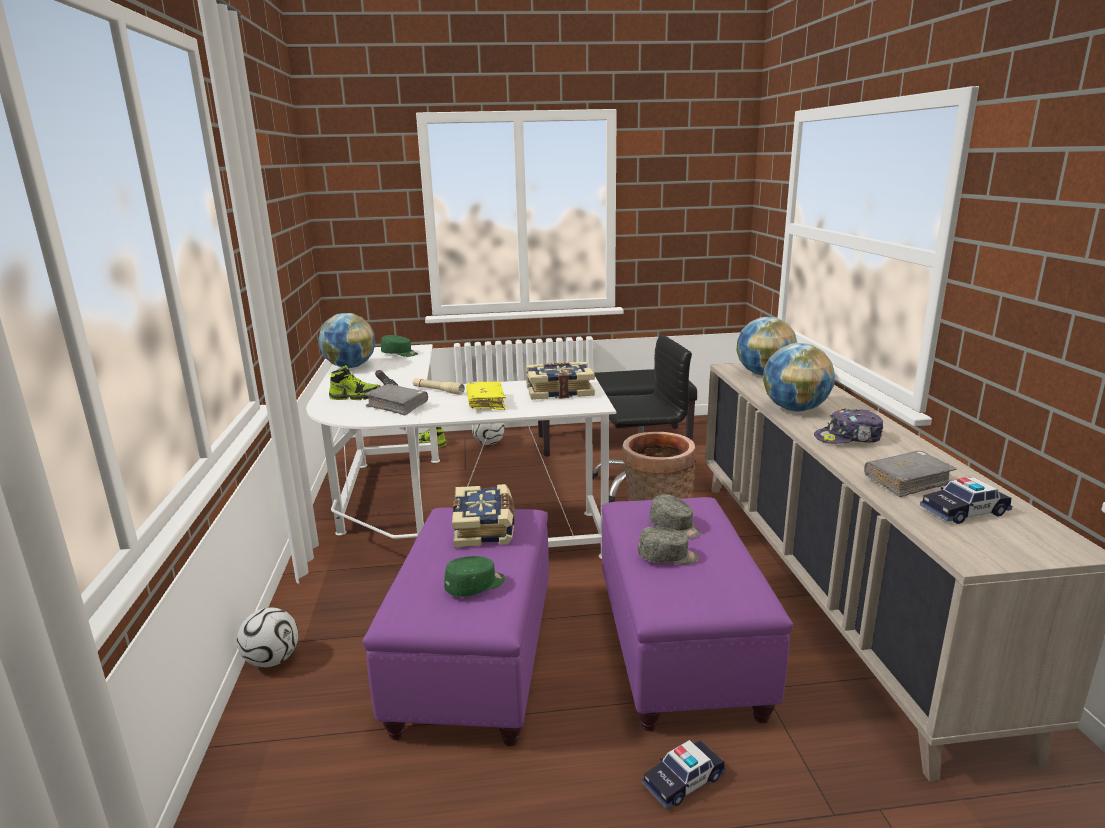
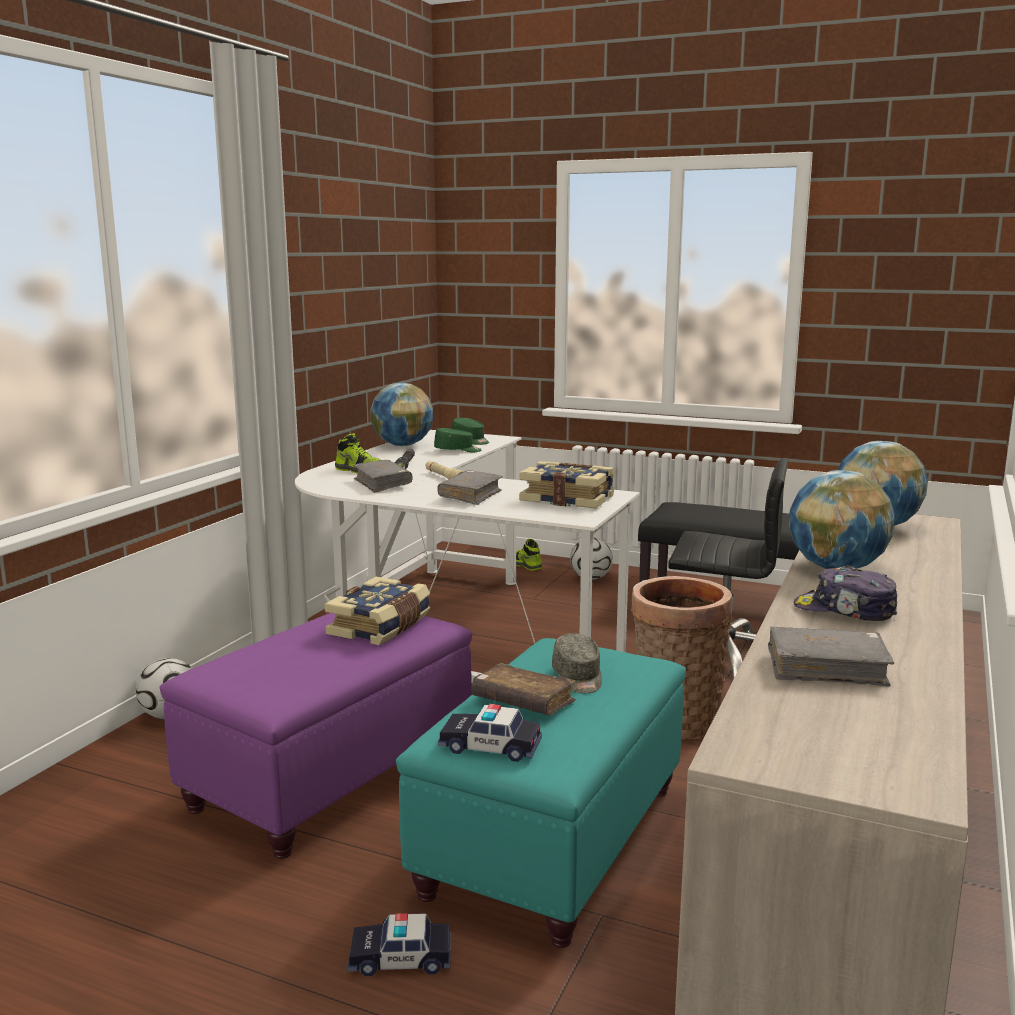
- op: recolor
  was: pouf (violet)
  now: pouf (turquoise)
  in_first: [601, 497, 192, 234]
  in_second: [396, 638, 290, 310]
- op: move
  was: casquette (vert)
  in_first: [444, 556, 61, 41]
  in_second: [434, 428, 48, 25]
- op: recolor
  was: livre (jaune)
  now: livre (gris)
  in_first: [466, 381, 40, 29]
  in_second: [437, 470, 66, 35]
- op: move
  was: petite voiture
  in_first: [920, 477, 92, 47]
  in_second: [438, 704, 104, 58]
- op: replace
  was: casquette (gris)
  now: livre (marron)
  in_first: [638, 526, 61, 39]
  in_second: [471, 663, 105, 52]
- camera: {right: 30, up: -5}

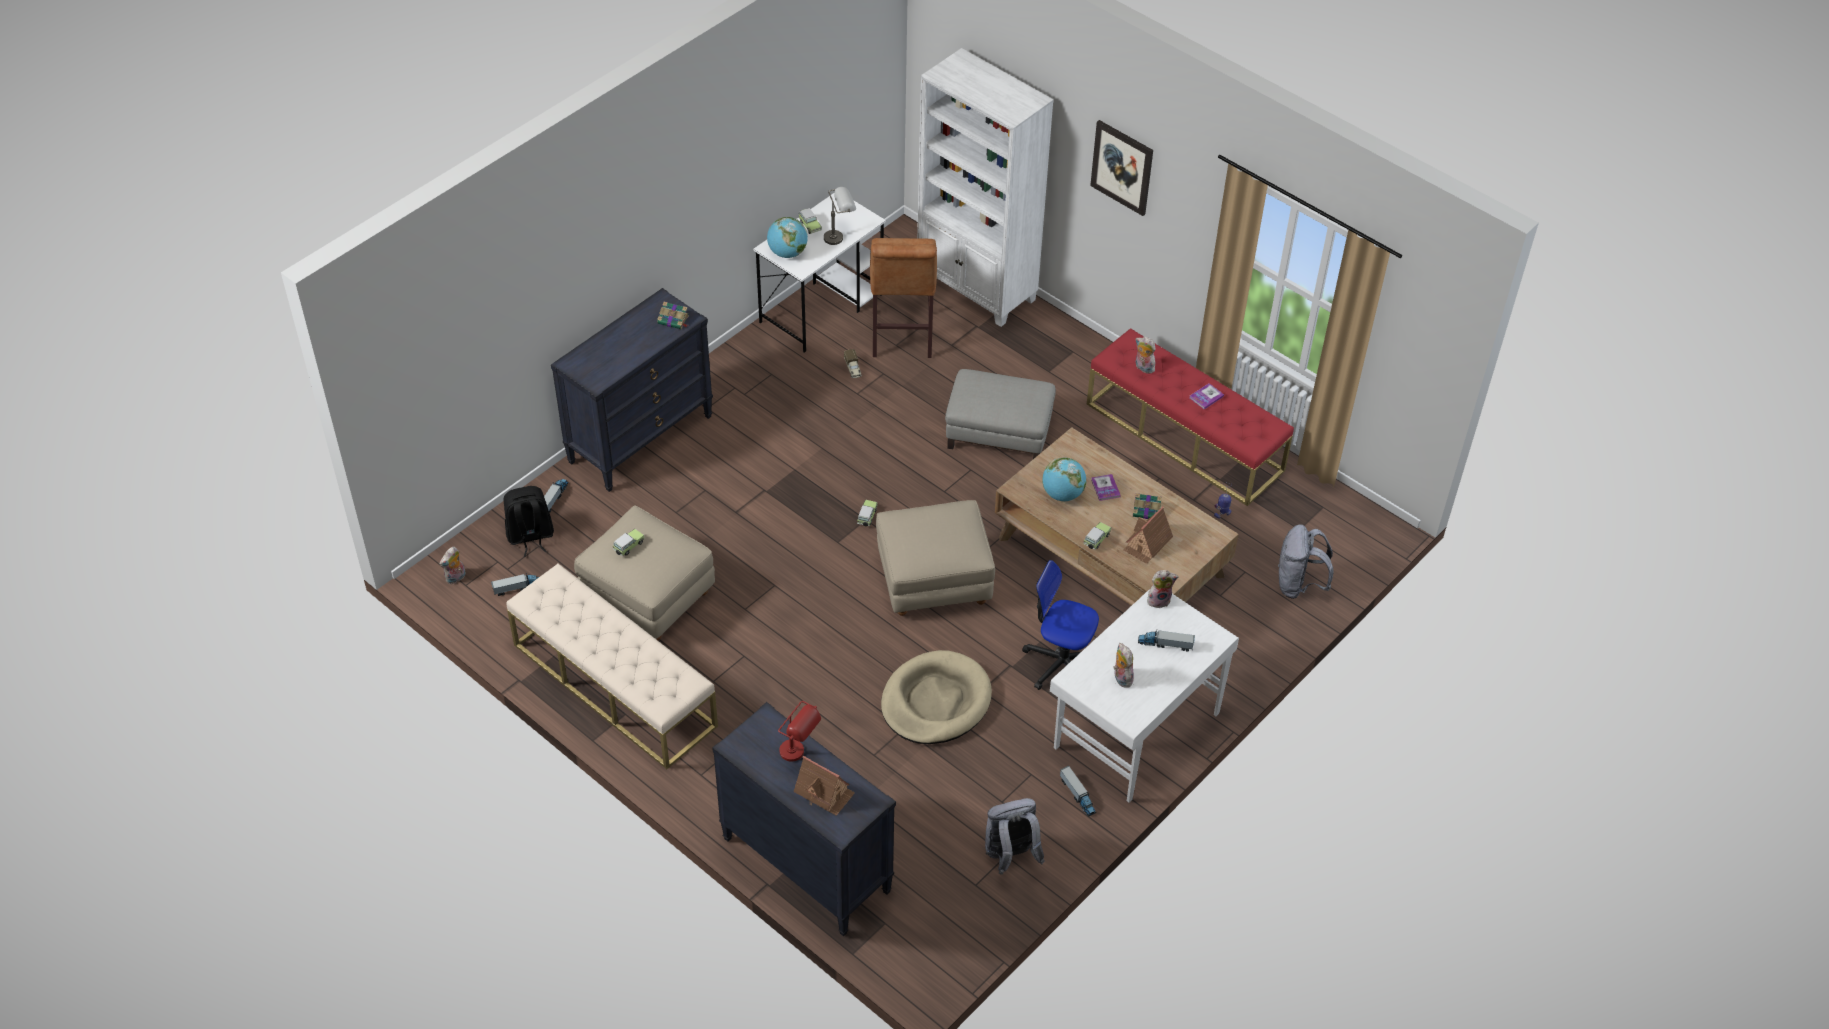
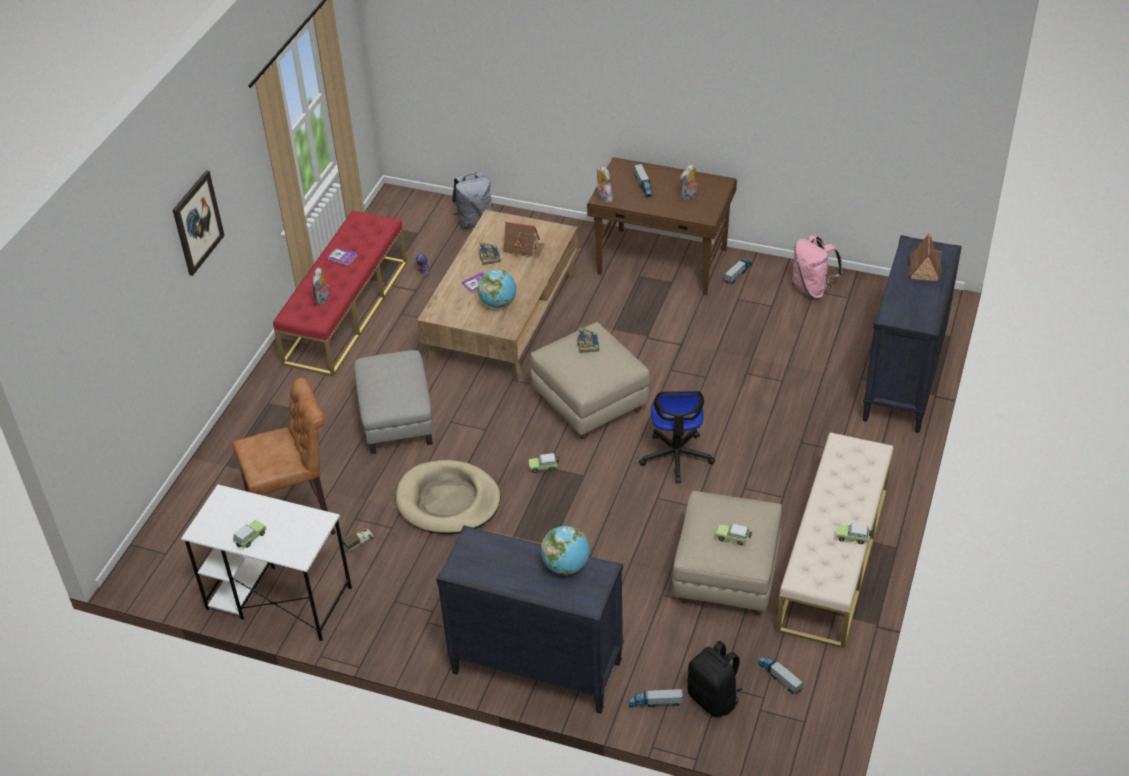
- op: move
  was: panier pour chien (beige)
  in_first: [881, 650, 111, 94]
  in_second: [396, 460, 104, 74]
- op: move
  was: globe
  in_first: [767, 217, 41, 41]
  in_second: [541, 526, 49, 49]
- op: move
  was: livre
  in_first: [657, 302, 32, 27]
  in_second: [577, 328, 22, 25]
- op: recolor
  was: bureau (blanc)
  now: bureau (marron)
  in_first: [1050, 589, 189, 214]
  in_second: [587, 157, 150, 138]
- op: move
  was: chaise de bureau
  in_first: [1022, 560, 77, 130]
  in_second: [639, 391, 76, 92]
- op: recolor
  was: sac à dos (gris)
  now: sac à dos (rose)
  in_first: [985, 798, 60, 77]
  in_second: [792, 235, 51, 64]
- op: move
  was: petite voiture
  in_first: [1083, 522, 28, 28]
  in_second: [836, 523, 36, 21]
- op: delete
  was: peluche
  in_first: [439, 547, 27, 37]
- op: delete
  was: lampe de table (rouge)
  in_first: [778, 701, 43, 61]
- op: delete
  was: lampe de table (gris)
  in_first: [824, 187, 32, 58]
- op: delete
  was: bibliothèque (blanc)
  in_first: [917, 48, 137, 279]
- camera: {right: -110, up: -5}

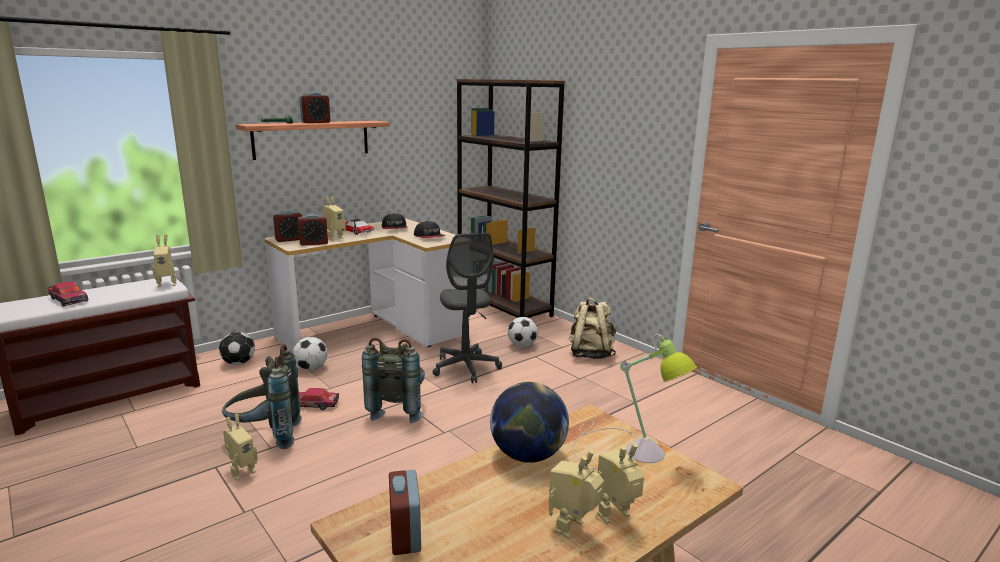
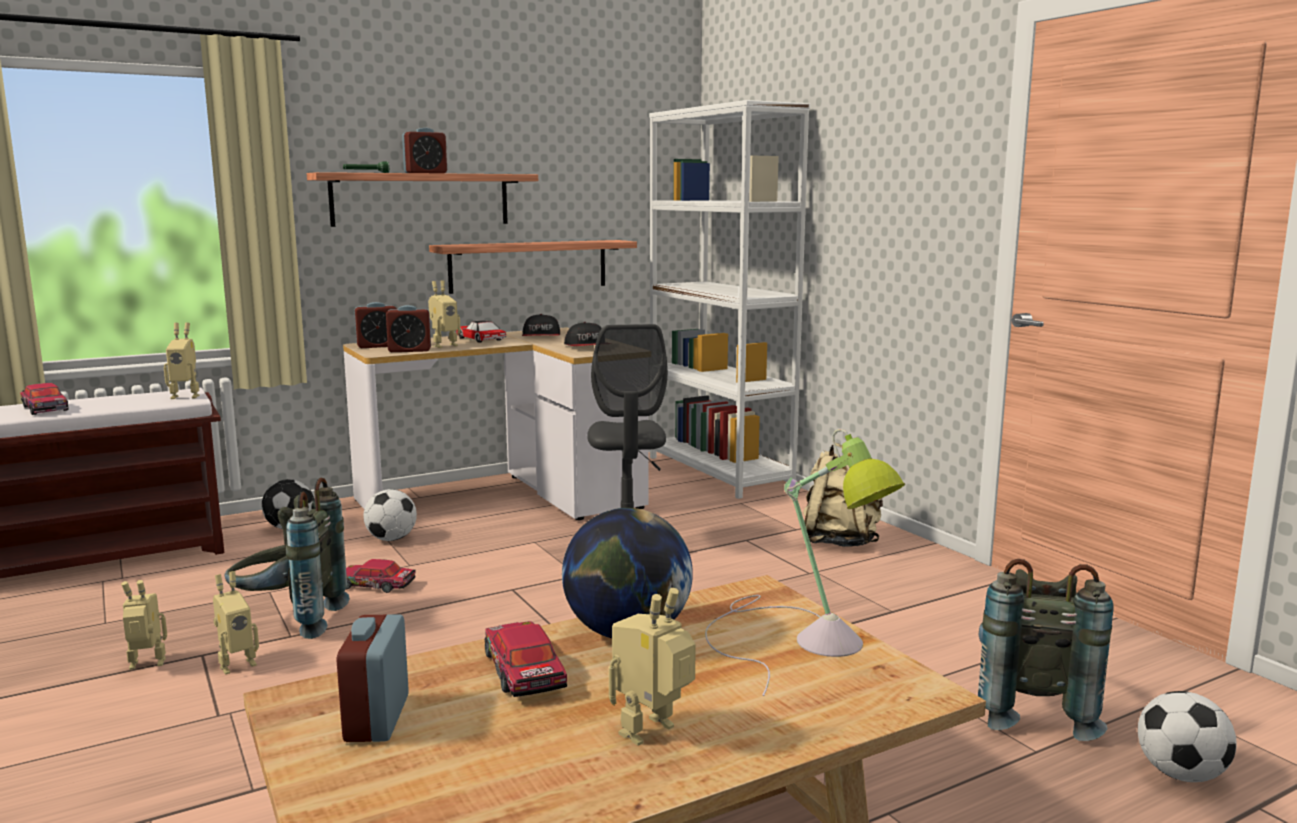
- op: move
  was: robot jouet
  in_first: [597, 443, 47, 81]
  in_second: [121, 580, 46, 90]
- op: insert
  now: étagère
  in_second: [429, 240, 208, 54]
- op: insert
  now: petite voiture
  in_second: [484, 621, 83, 76]
- op: recolor
  was: bibliothèque (marron)
  now: bibliothèque (blanc)
  in_first: [456, 79, 109, 239]
  in_second: [649, 100, 161, 399]
- op: move
  was: sac à dos (gris)
  in_first: [362, 338, 63, 85]
  in_second: [978, 559, 135, 182]
- op: move
  was: ballon de foot
  in_first: [508, 317, 30, 30]
  in_second: [1138, 691, 99, 91]
- camera: {right: 10, up: -5}

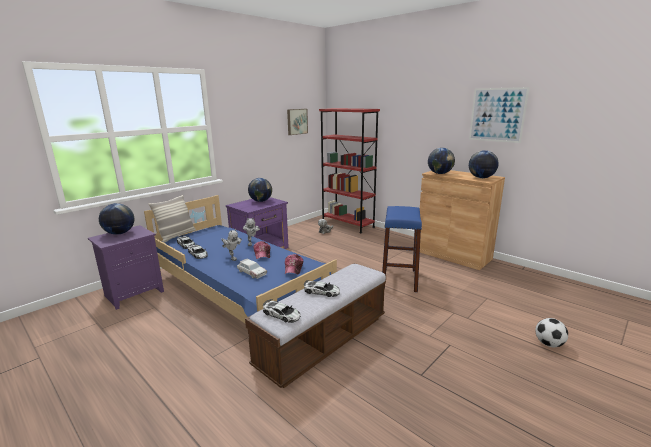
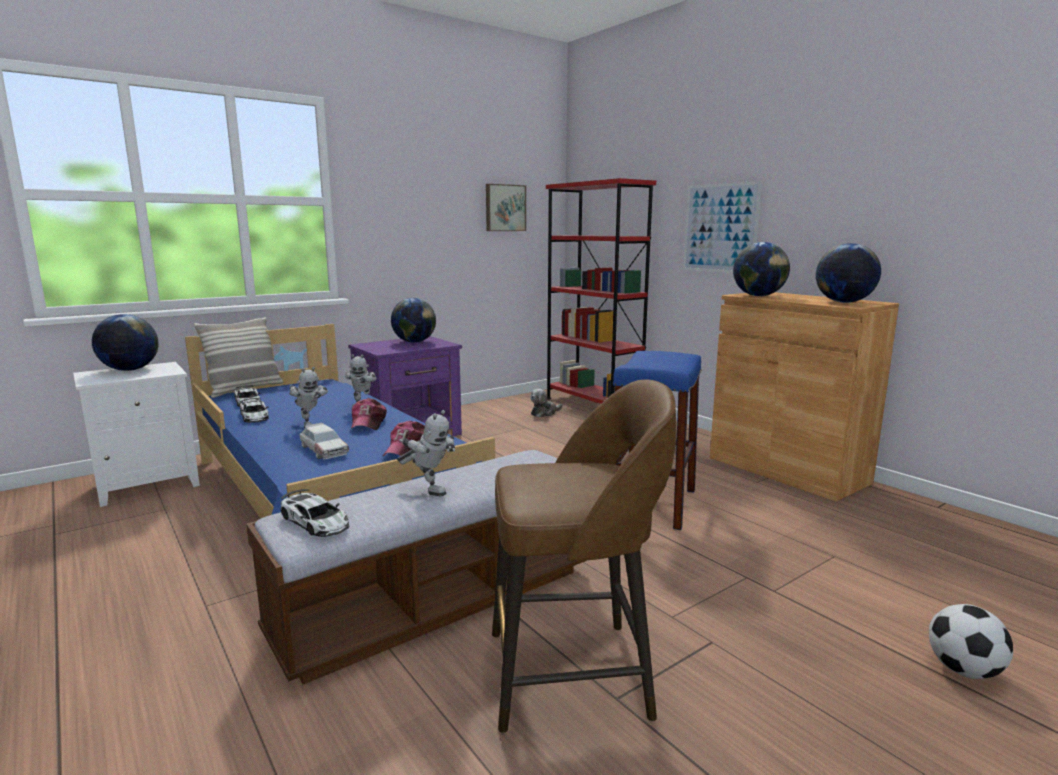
- op: recolor
  was: table de chevet (violet)
  now: table de chevet (blanc)
  in_first: [88, 225, 76, 85]
  in_second: [73, 362, 127, 145]
- op: replace
  was: petite voiture
  now: robot jouet
  in_first: [304, 280, 36, 17]
  in_second: [397, 410, 58, 86]
- op: insert
  now: tabouret (marron)
  in_second: [492, 380, 184, 353]
- op: move
  was: tableau
  in_first: [469, 87, 61, 56]
  in_second: [683, 181, 79, 92]
- camera: {right: 10, up: -5}

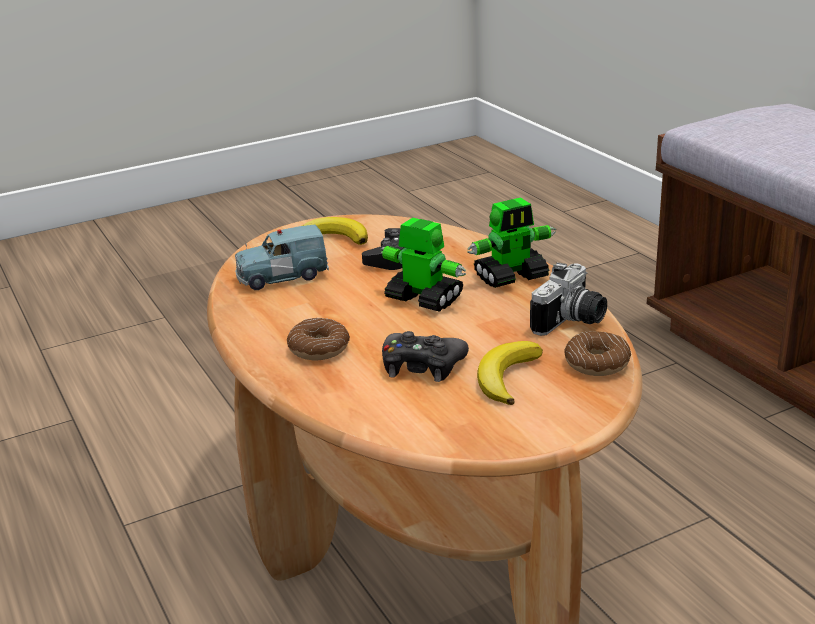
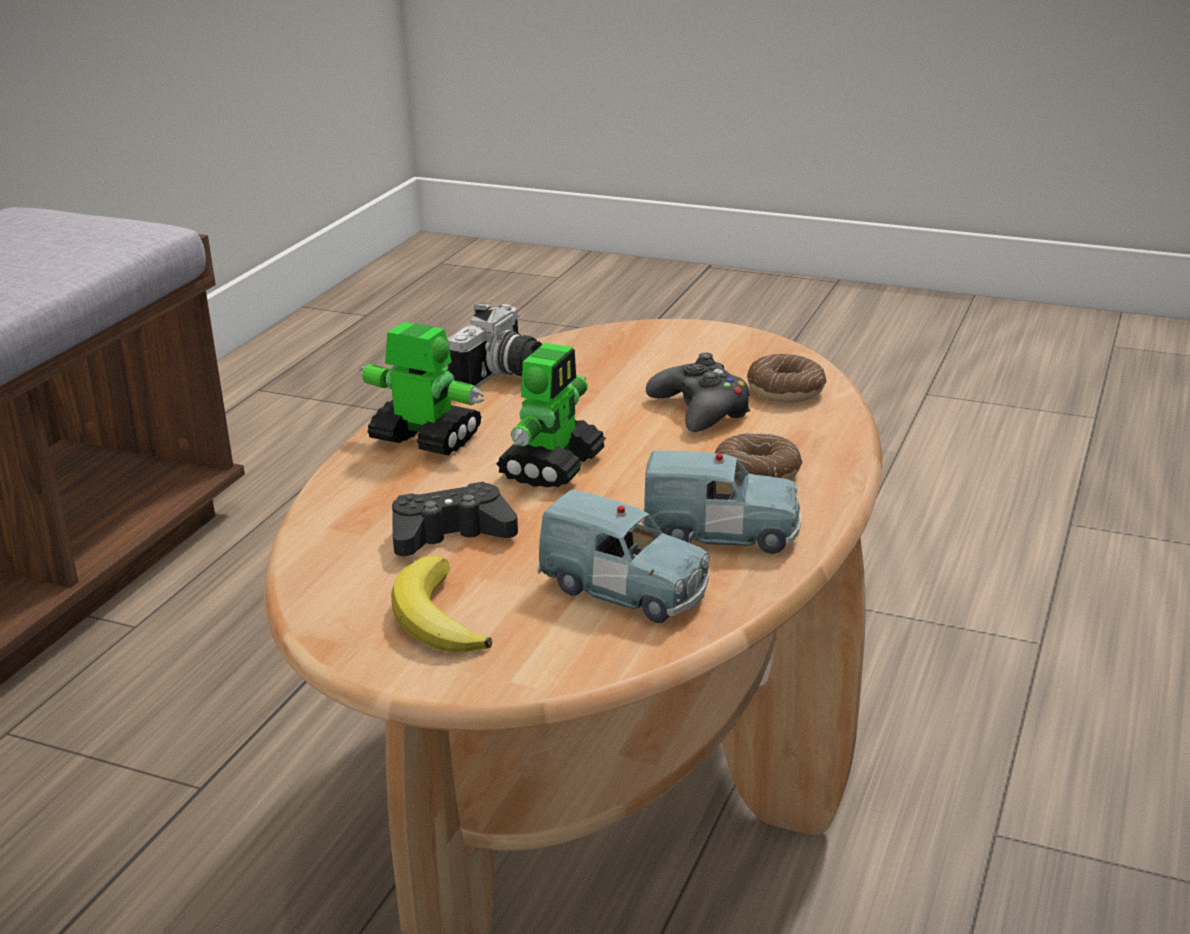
- op: rotate
  was: appareil photo
  in_first: [530, 263, 77, 73]
  in_second: [448, 302, 94, 85]
  clockwise: 120
- op: rotate
  was: robot jouet
  in_first: [380, 218, 86, 94]
  in_second: [496, 343, 110, 144]
  clockwise: -150
- op: insert
  now: petite voiture (bleu)
  in_second: [642, 450, 159, 104]
- op: move
  was: beignet
  in_first: [564, 331, 67, 45]
  in_second: [747, 354, 79, 49]
- op: delete
  was: banane
  in_first: [477, 341, 66, 64]
- camera: {right: -130, up: 0}

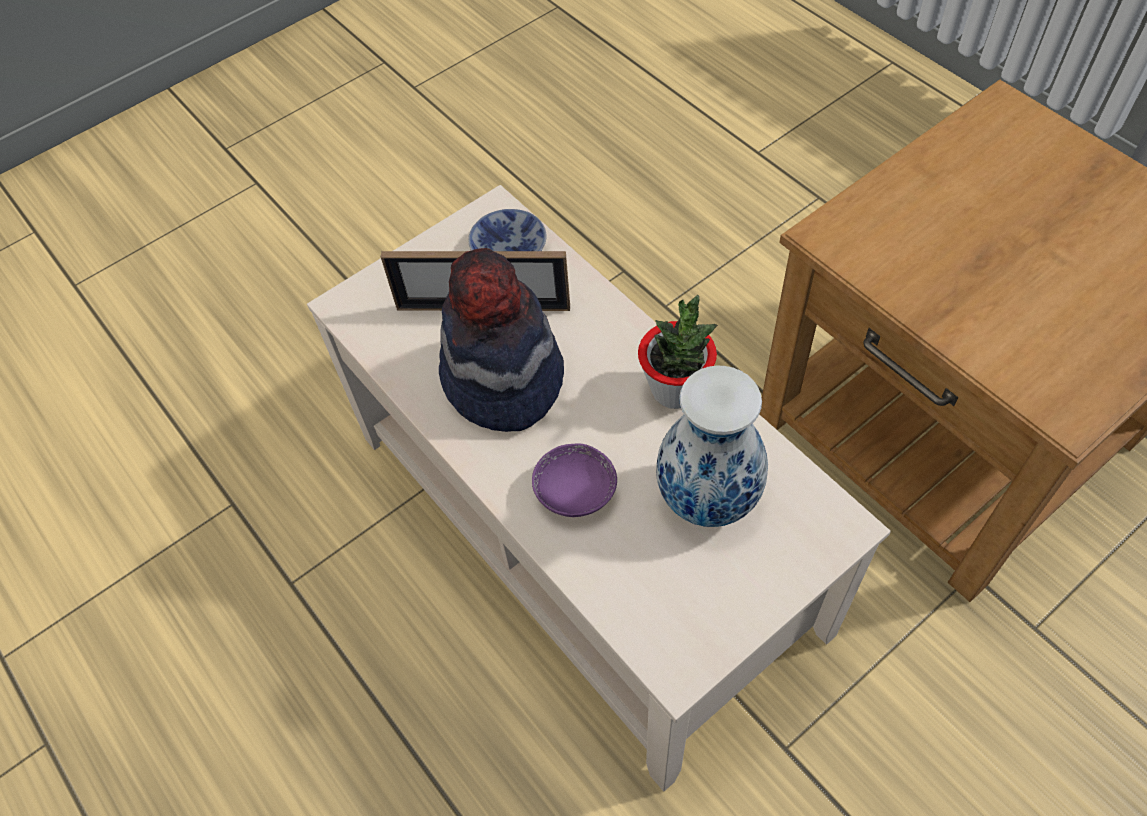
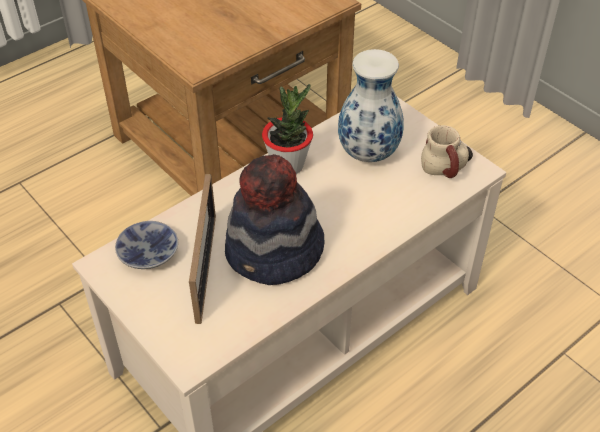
- op: insert
  now: mug
  in_second: [421, 125, 52, 53]
- op: delete
  was: bol (violet)
  in_first: [532, 443, 85, 74]
- camera: {right: -95, up: -10}

